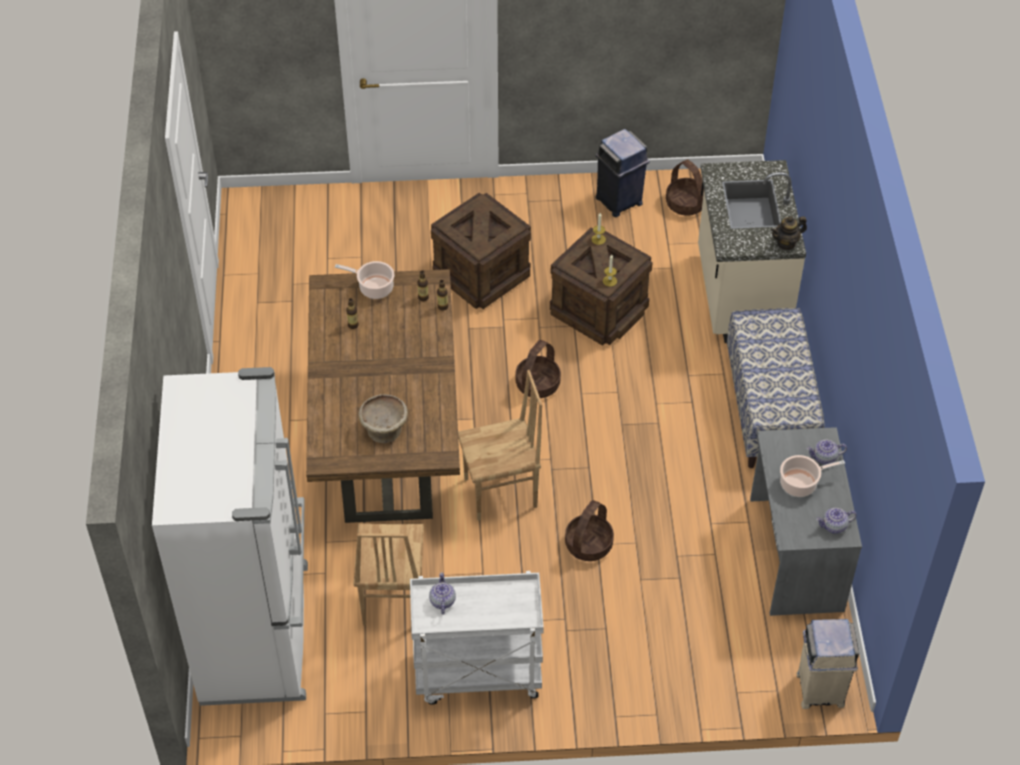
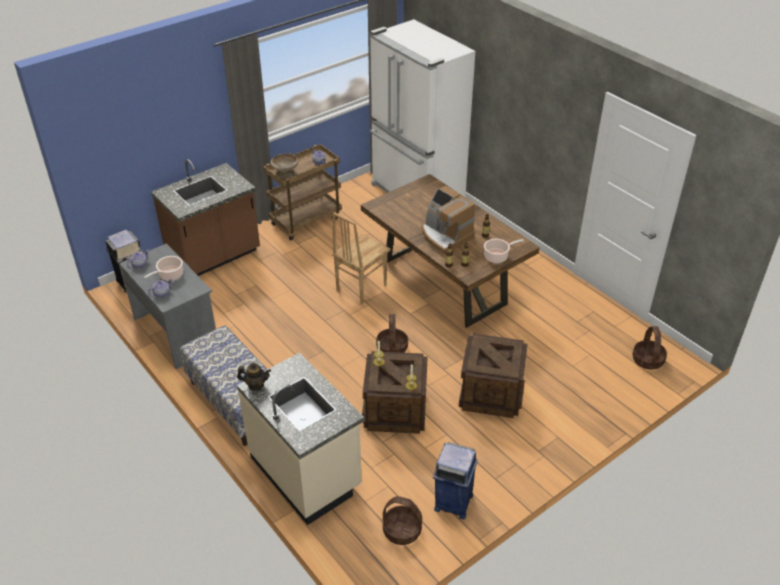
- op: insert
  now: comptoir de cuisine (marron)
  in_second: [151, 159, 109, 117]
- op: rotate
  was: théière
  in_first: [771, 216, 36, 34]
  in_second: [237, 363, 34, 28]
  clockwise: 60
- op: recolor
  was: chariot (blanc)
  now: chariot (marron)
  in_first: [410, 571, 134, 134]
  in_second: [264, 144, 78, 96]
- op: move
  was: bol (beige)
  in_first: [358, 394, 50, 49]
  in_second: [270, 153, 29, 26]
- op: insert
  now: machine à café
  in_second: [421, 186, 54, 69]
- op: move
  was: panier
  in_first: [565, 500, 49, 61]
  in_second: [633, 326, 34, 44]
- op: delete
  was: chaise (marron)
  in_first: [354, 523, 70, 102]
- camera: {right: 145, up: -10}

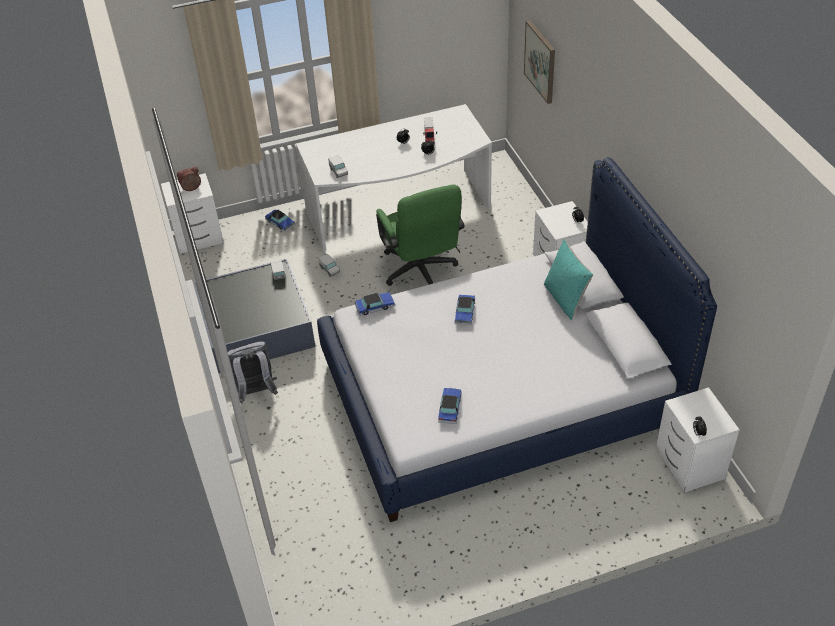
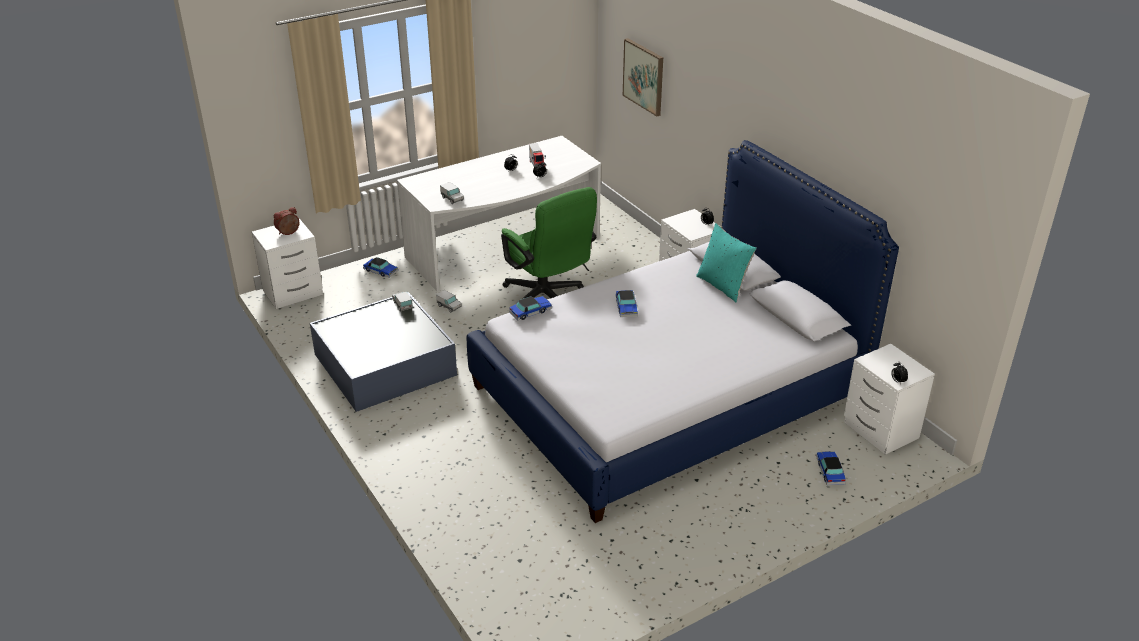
- op: move
  was: petite voiture
  in_first: [438, 388, 24, 36]
  in_second: [816, 451, 30, 34]
- op: delete
  was: sac à dos (gris)
  in_first: [228, 341, 50, 63]
- camera: {right: -15, up: -10}

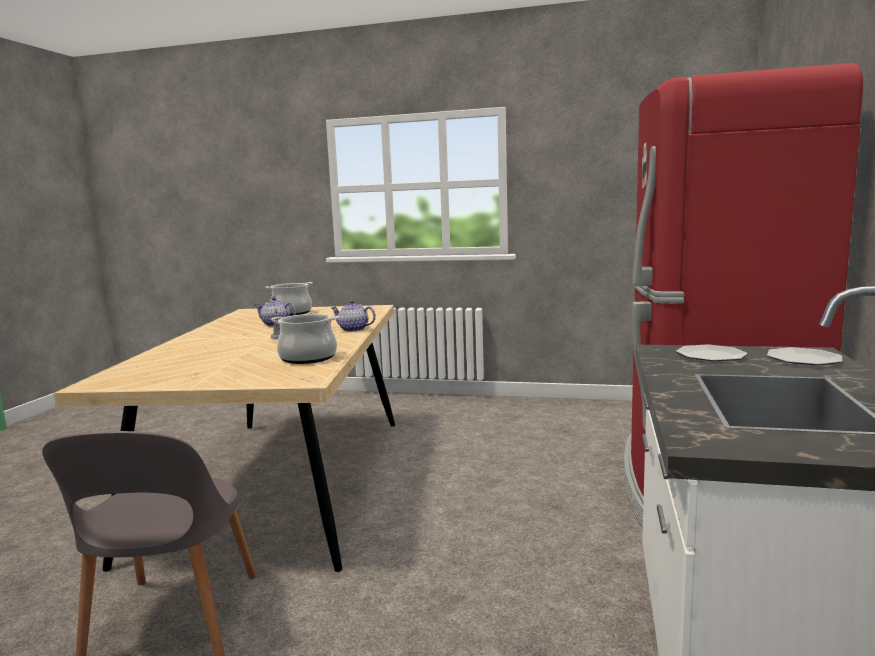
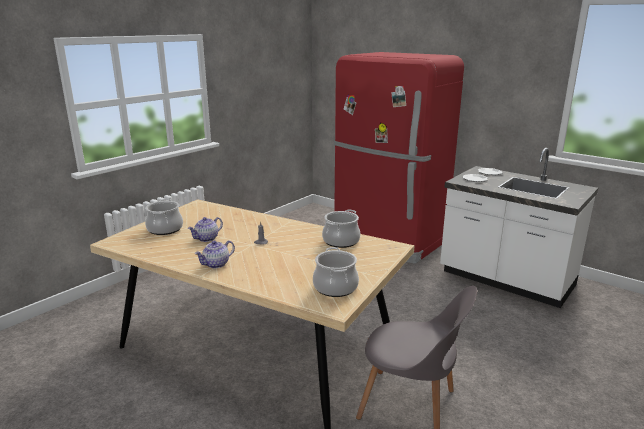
- op: move
  was: théière
  in_first: [331, 300, 45, 32]
  in_second: [195, 241, 40, 27]
- op: insert
  now: marmite
  in_second: [313, 247, 46, 50]
- camera: {right: -65, up: 10}

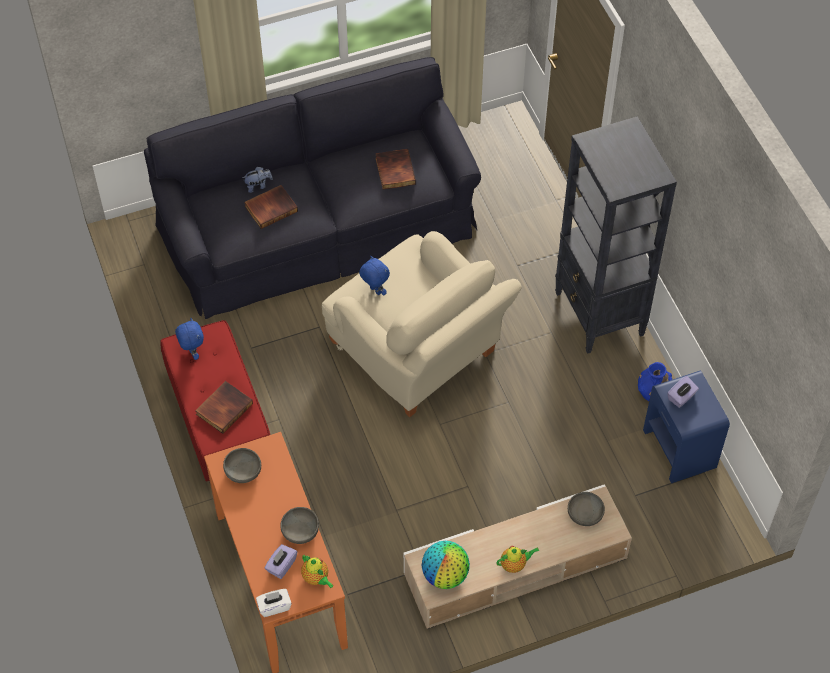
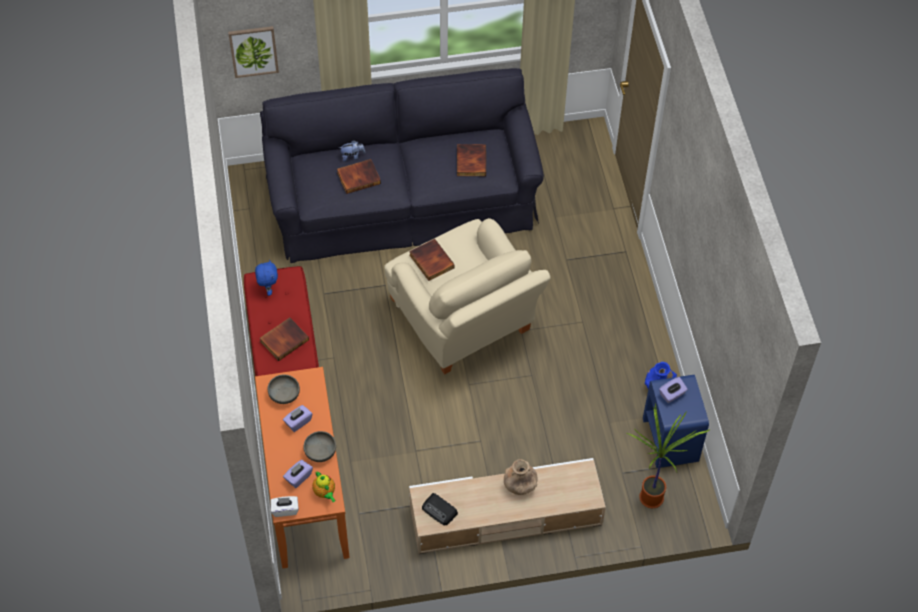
- op: insert
  now: tableau
  in_second: [228, 26, 51, 52]
- op: insert
  now: boîte à mouchoirs (violet)
  in_second: [283, 405, 29, 27]
- op: replace
  was: peluche (bleu)
  now: livre
  in_first: [359, 256, 31, 39]
  in_second: [409, 239, 46, 42]
- op: replace
  was: globe
  now: radio
  in_first: [422, 541, 48, 48]
  in_second: [422, 493, 36, 32]
- op: insert
  now: vase (marron)
  in_second: [504, 459, 34, 36]
- op: insert
  now: plante en pot
  in_second: [627, 404, 83, 104]
- op: delete
  was: théière
  in_first: [496, 546, 43, 27]
- op: delete
  was: bibliothèque (noir)
  in_first: [555, 116, 122, 238]
- op: delete
  was: bol (gris)
  in_first: [568, 492, 37, 34]
- camera: {right: 10, up: 0}

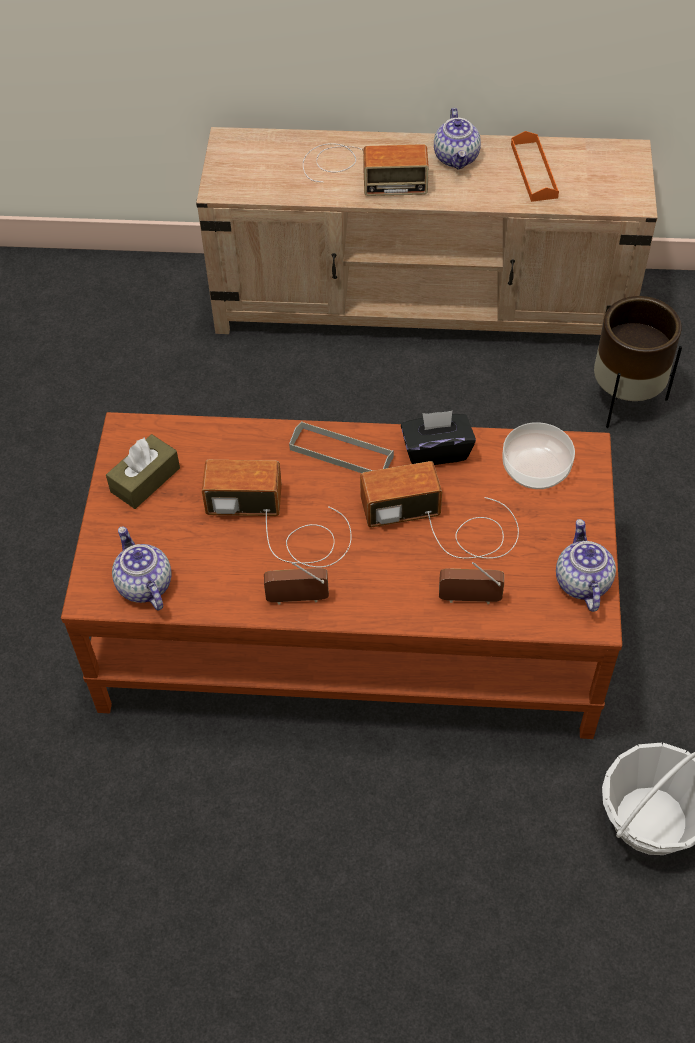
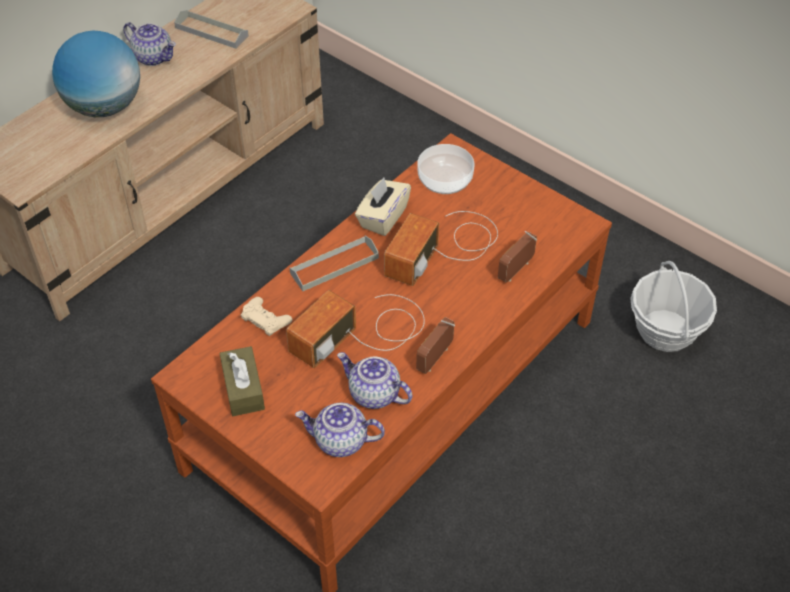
- op: replace
  was: radio
  now: globe
  in_first: [303, 143, 126, 53]
  in_second: [52, 31, 88, 86]
- op: recolor
  was: plateau (orange)
  now: plateau (gris)
  in_first: [511, 131, 48, 71]
  in_second: [174, 10, 75, 39]
- op: insert
  now: manette (beige)
  in_second: [240, 297, 52, 39]
- op: move
  was: théière
  in_first: [556, 519, 60, 93]
  in_second: [337, 352, 75, 57]
- op: recolor
  was: boîte à mouchoirs (noir)
  now: boîte à mouchoirs (beige)
  in_first: [401, 411, 75, 54]
  in_second: [355, 178, 56, 58]
- op: delete
  was: cache-pot (marron)
  in_first: [594, 296, 88, 132]
- camera: {right: -55, up: -5}

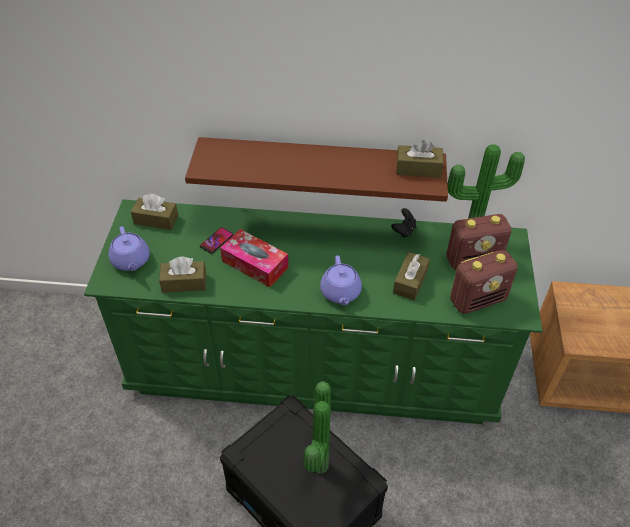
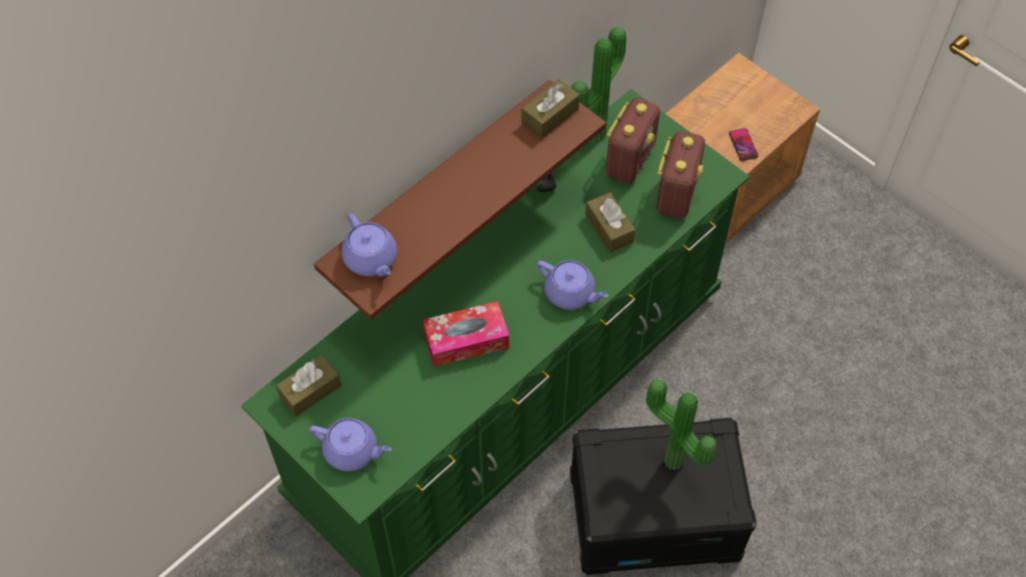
- op: insert
  now: théière (violet)
  in_second: [342, 213, 55, 64]
- op: move
  was: téléphone
  in_first: [200, 227, 33, 27]
  in_second: [729, 128, 29, 33]
- op: delete
  was: boîte à mouchoirs (marron)
  in_first: [159, 257, 47, 36]
- camera: {right: -50, up: 10}

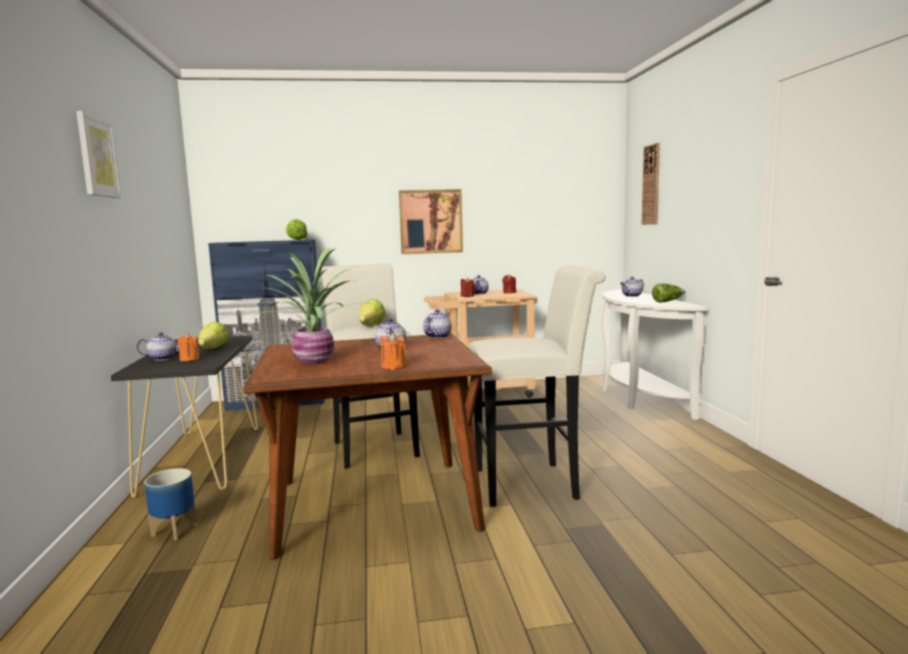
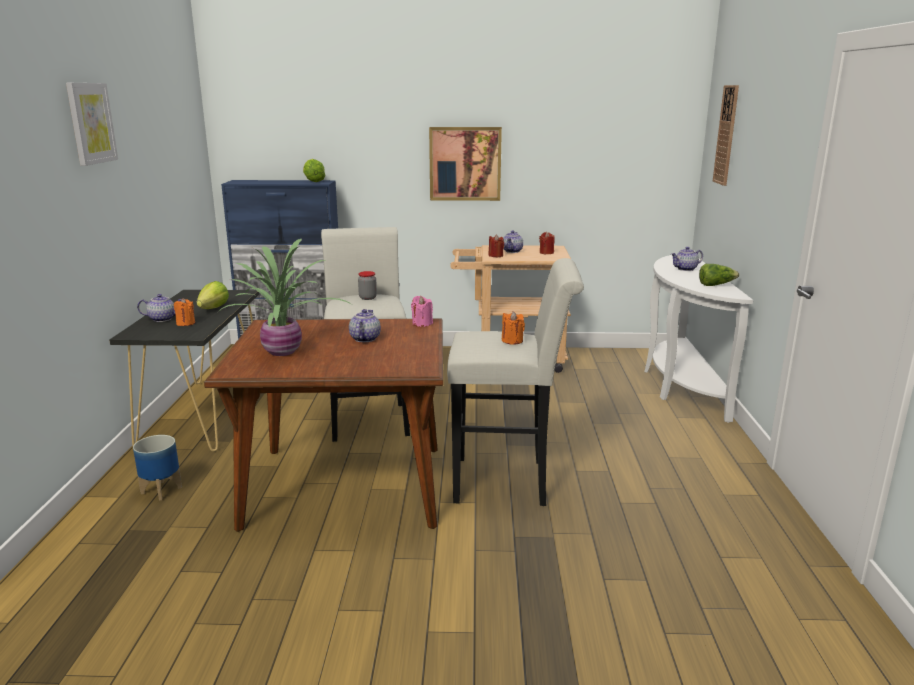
- op: replace
  was: laitue
  now: bocal
  in_first: [359, 299, 27, 27]
  in_second: [358, 271, 19, 29]
- op: replace
  was: théière
  now: bougie (rose)
  in_first: [423, 309, 29, 30]
  in_second: [411, 296, 22, 31]
- op: move
  was: bougie (orange)
  in_first: [381, 333, 25, 37]
  in_second: [502, 311, 23, 33]
- camera: {right: 10, up: 10}

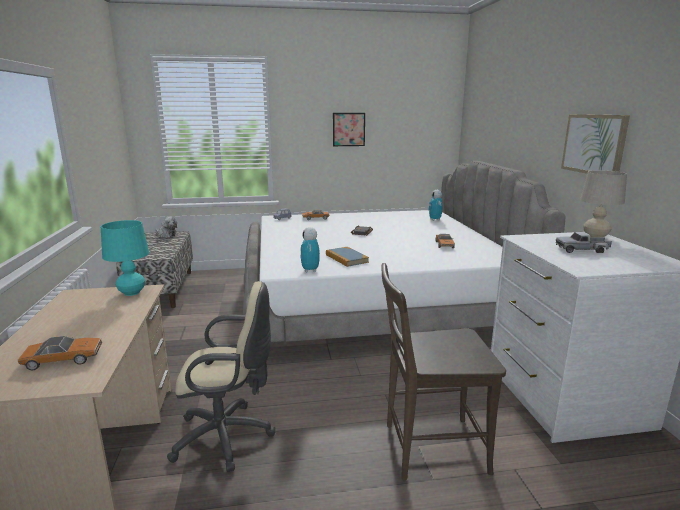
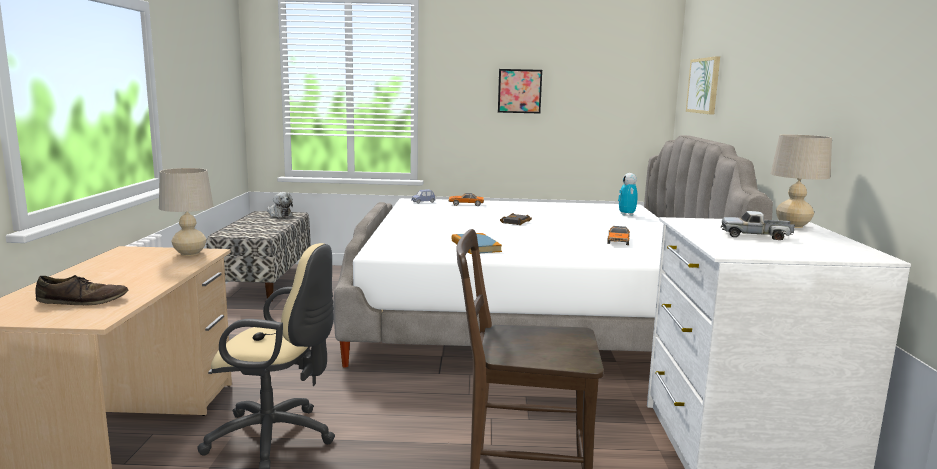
- op: replace
  was: petite voiture
  now: chaussure (marron)
  in_first: [17, 336, 85, 34]
  in_second: [35, 275, 93, 30]
- op: recolor
  was: lampe de table (turquoise)
  now: lampe de table (beige)
  in_first: [101, 220, 48, 76]
  in_second: [159, 168, 54, 88]
- op: move
  was: tableau
  in_first: [561, 114, 69, 60]
  in_second: [686, 56, 34, 59]
- op: delete
  was: robot jouet
  in_first: [301, 227, 19, 45]
- camera: {right: 10, up: -5}

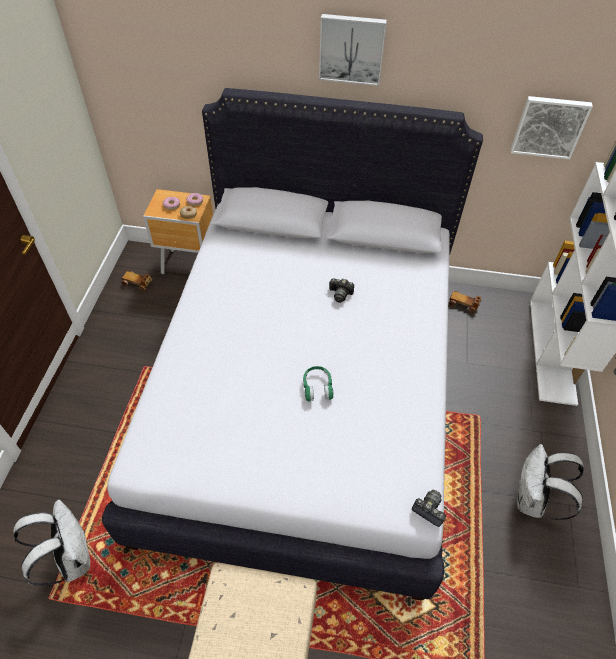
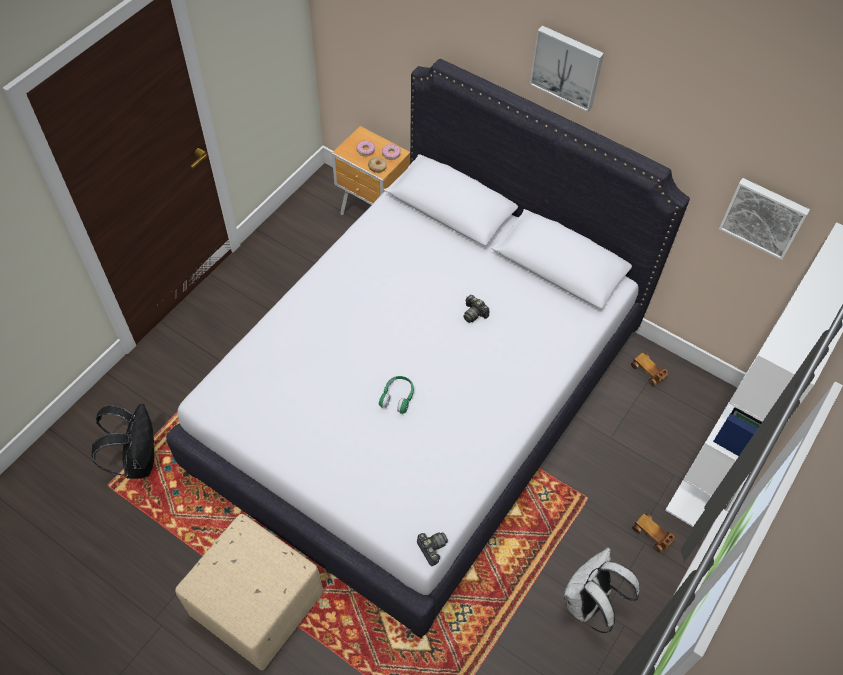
- op: recolor
  was: sac à dos (blanc)
  now: sac à dos (noir)
  in_first: [13, 500, 77, 86]
  in_second: [91, 404, 65, 75]
- op: move
  was: petite voiture
  in_first: [122, 271, 31, 20]
  in_second: [632, 513, 43, 40]
- camera: {right: 25, up: 5}

